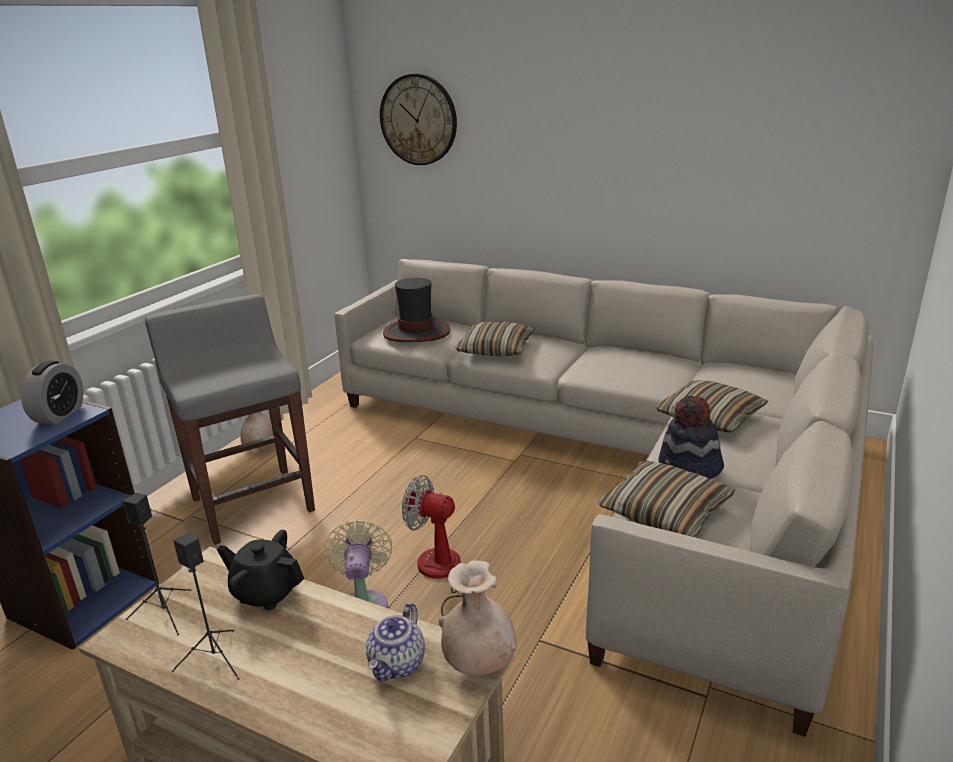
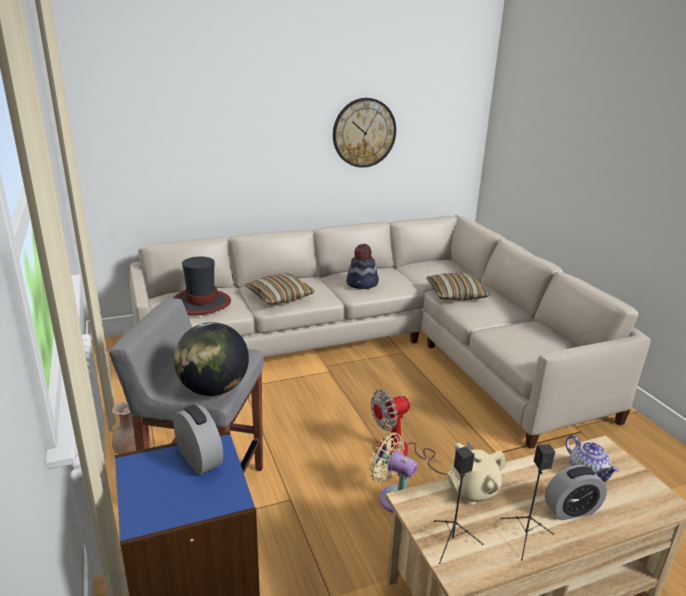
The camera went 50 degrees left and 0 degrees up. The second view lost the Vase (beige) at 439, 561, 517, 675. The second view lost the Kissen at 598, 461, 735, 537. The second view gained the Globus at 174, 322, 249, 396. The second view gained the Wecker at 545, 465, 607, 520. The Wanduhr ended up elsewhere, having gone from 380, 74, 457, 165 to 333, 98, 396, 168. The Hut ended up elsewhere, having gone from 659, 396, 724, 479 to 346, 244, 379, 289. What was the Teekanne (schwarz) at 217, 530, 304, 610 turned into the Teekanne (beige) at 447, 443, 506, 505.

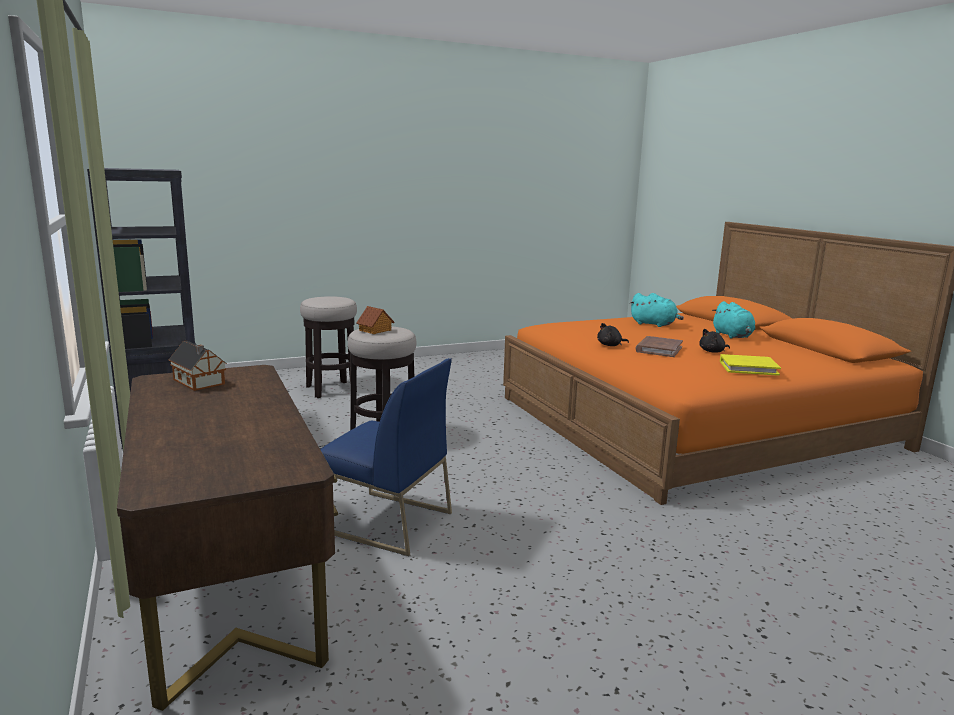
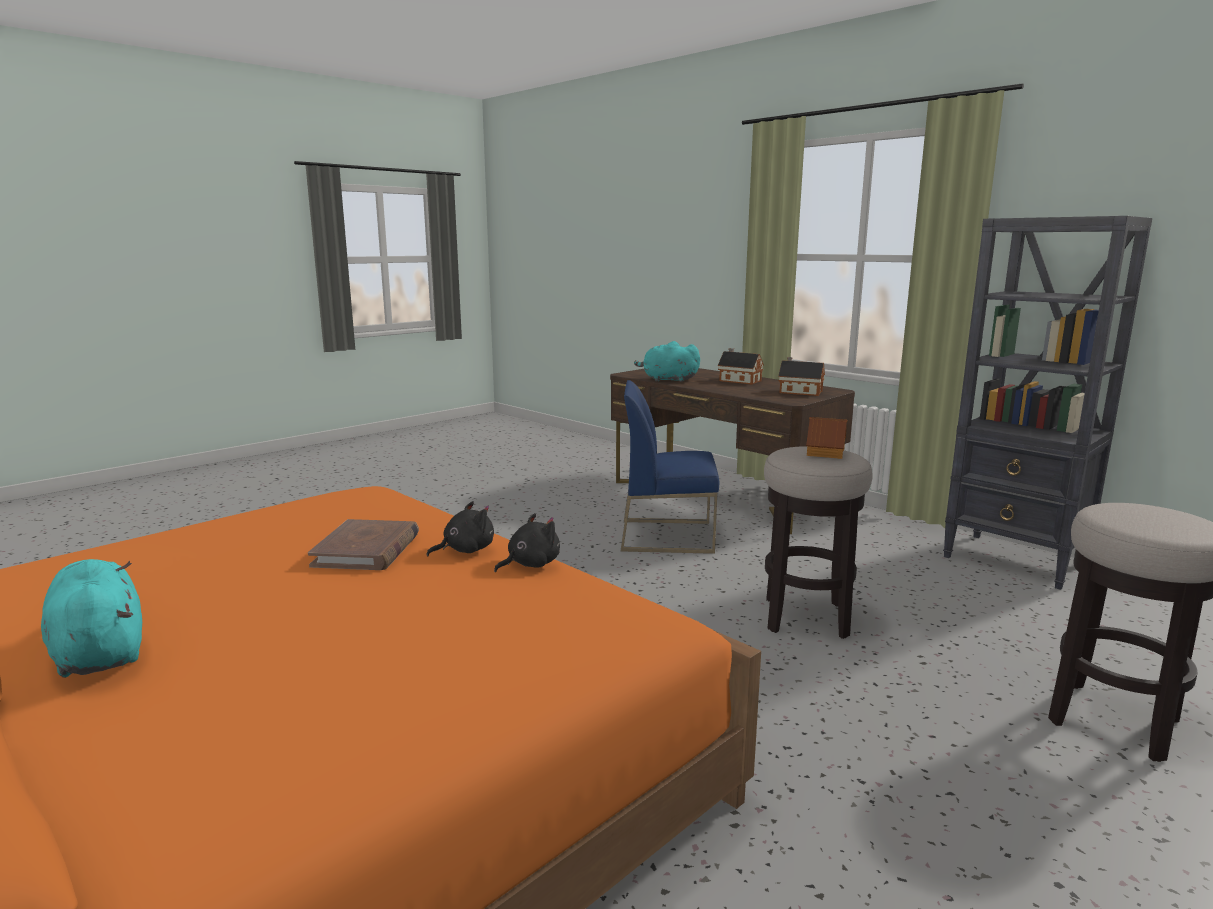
The camera went 160 degrees right and 0 degrees up. The second view lost the Buch (gelb) at 720, 354, 781, 376. The second view gained the Spielzeughaus at 718, 348, 764, 385. The Plüschtier (türkis) ended up elsewhere, having gone from 630, 293, 684, 327 to 634, 341, 700, 382. The Plüschtier (schwarz) ended up elsewhere, having gone from 699, 329, 730, 353 to 494, 513, 560, 572.

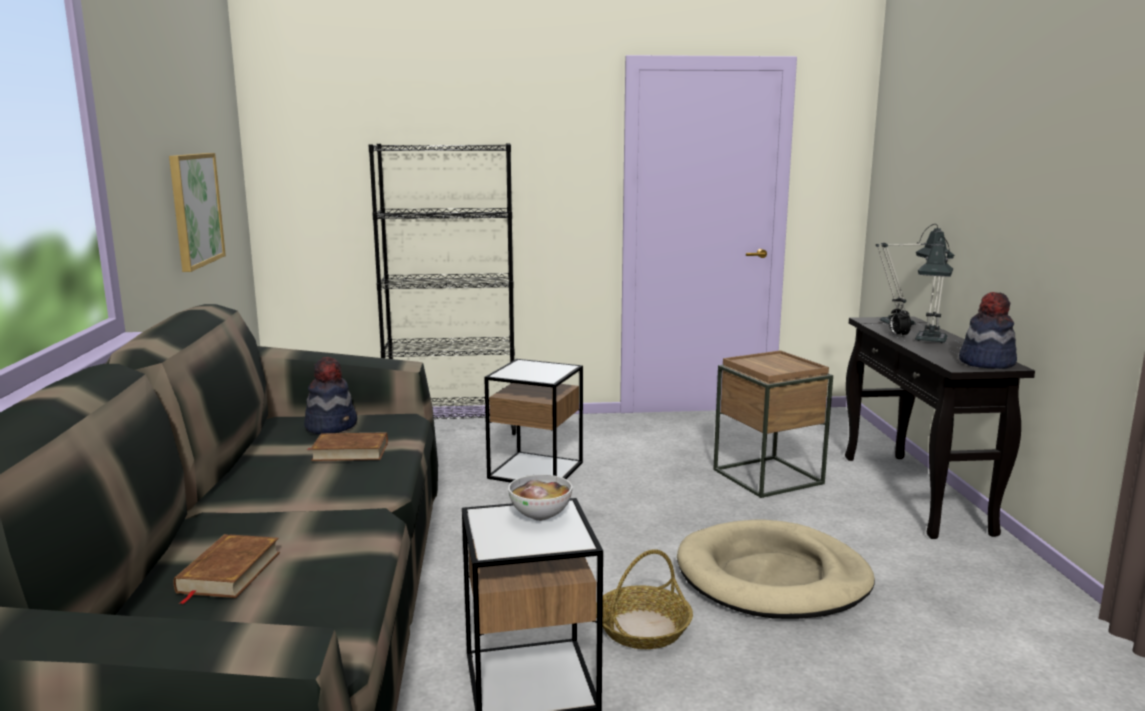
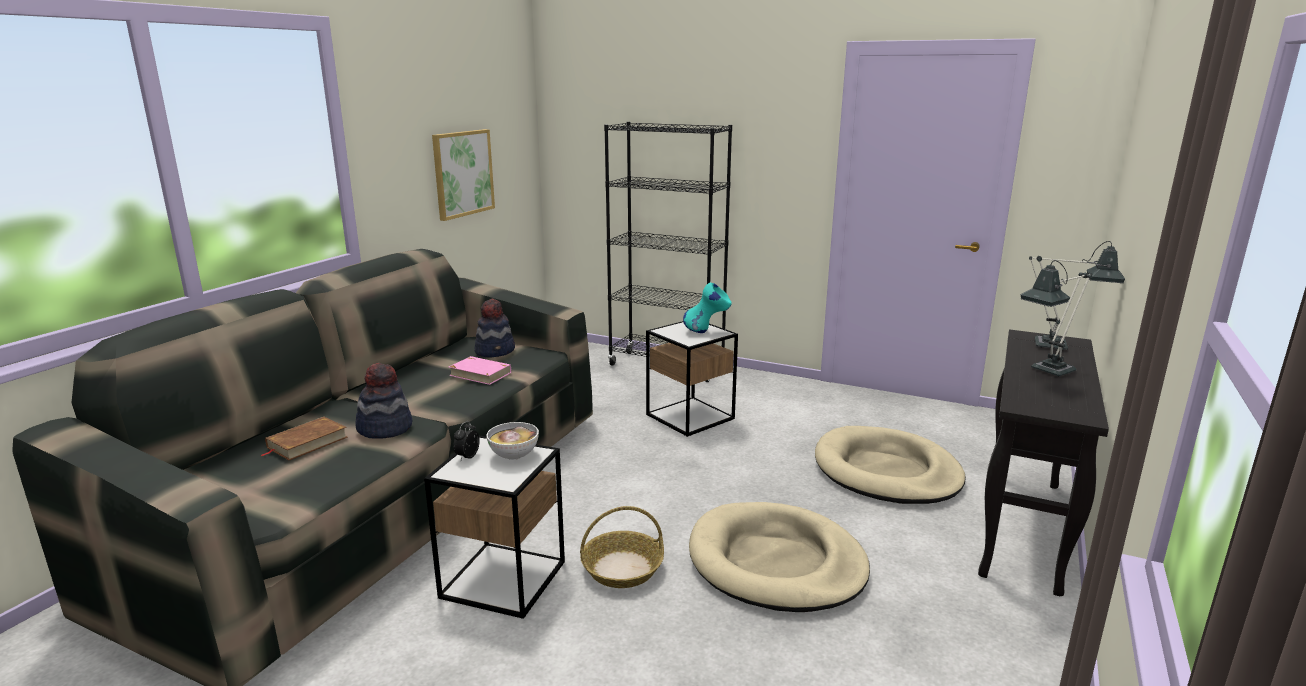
The camera went 30 degrees right and 5 degrees up. The second view gained the Vase (türkis) at 683, 283, 732, 333. The Wecker ended up elsewhere, having gone from 889, 305, 911, 337 to 454, 421, 480, 460. The Hut ended up elsewhere, having gone from 959, 292, 1017, 369 to 355, 363, 412, 439. Where the Beistelltisch (braun) stood at 713, 350, 833, 498, the Hundebett (beige) came to stand at 815, 426, 966, 504. What was the Buch (braun) at 307, 432, 388, 461 turned into the Buch (rosa) at 449, 356, 511, 385.

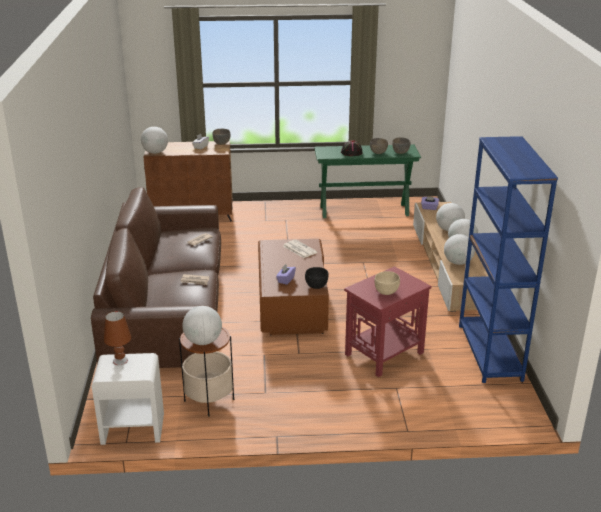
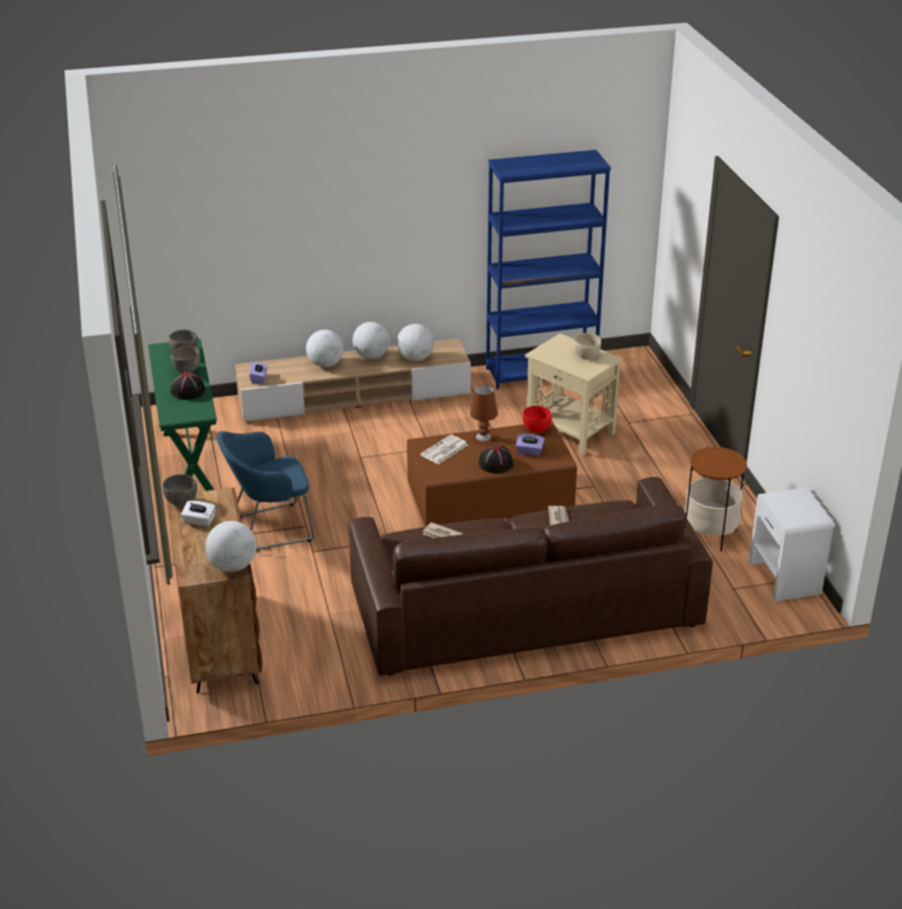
The camera went 100 degrees left and 5 degrees up. The second view lost the Globus at 182, 306, 222, 345. The second view gained the Sessel (blau) at 216, 431, 314, 551. The second view gained the Hut (schwarz) at 478, 444, 514, 474. The Tischlampe (braun) ended up elsewhere, having gone from 104, 311, 131, 365 to 470, 385, 498, 441. What was the Schüssel (schwarz) at 305, 267, 329, 289 turned into the Schüssel (rot) at 523, 406, 552, 433. What was the Beistelltisch (rot) at 344, 266, 431, 377 turned into the Beistelltisch (beige) at 525, 334, 623, 456.

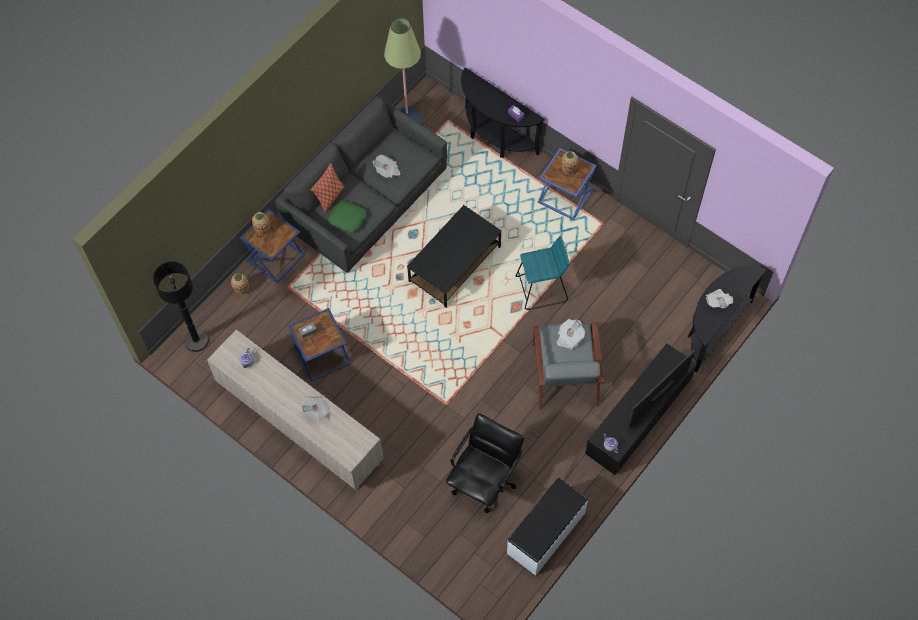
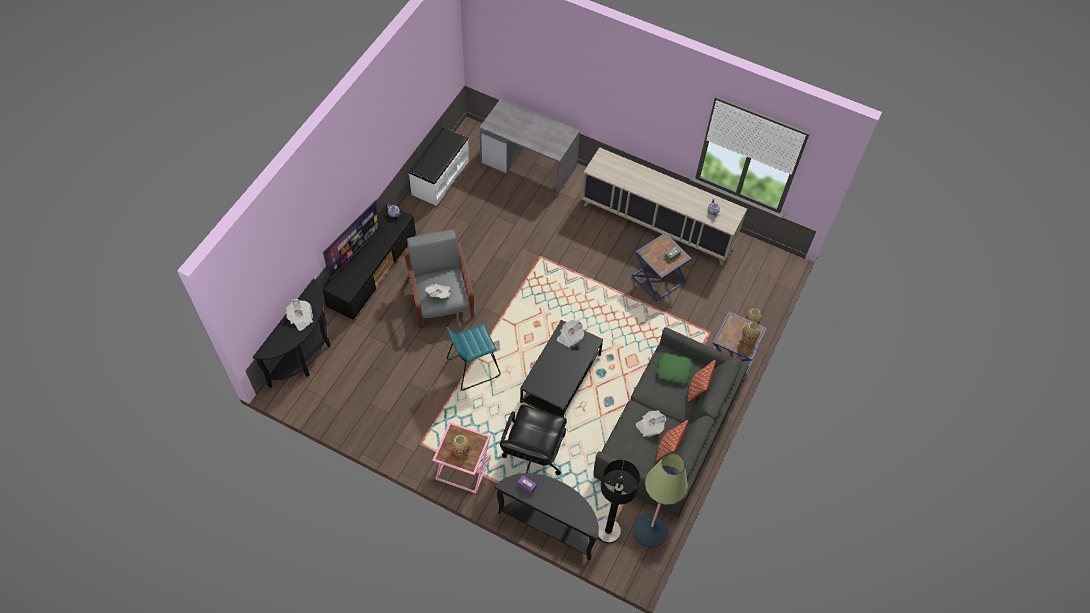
The camera went 165 degrees right and 5 degrees down. The second view gained the Schreibtisch (grau) at 479, 98, 580, 196. The second view gained the Kissen at 656, 420, 688, 461. The Stehlampe (schwarz) ended up elsewhere, having gone from 153, 261, 209, 352 to 598, 460, 640, 544. The Zeitung ended up elsewhere, having gone from 301, 396, 333, 420 to 557, 320, 584, 348. The Bürostuhl (schwarz) ended up elsewhere, having gone from 446, 413, 524, 513 to 500, 405, 567, 475. What was the Beistelltisch (blau) at 538, 148, 596, 220 turned into the Beistelltisch (rosa) at 432, 422, 491, 494.

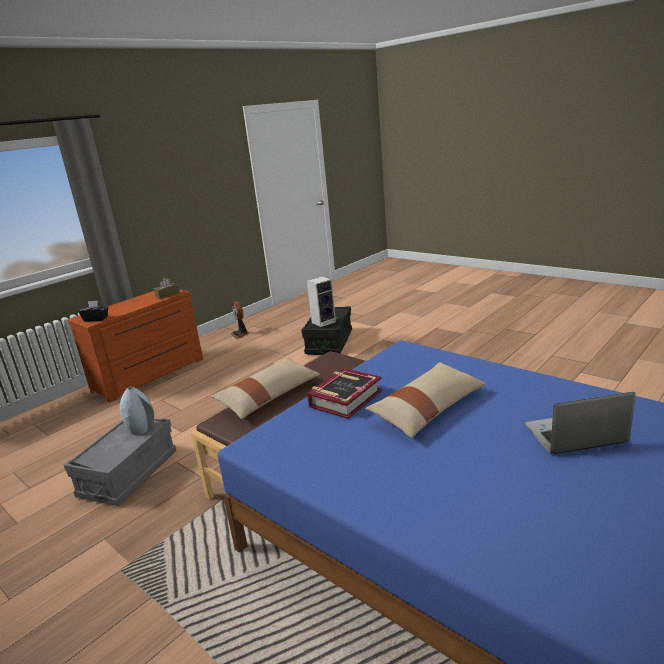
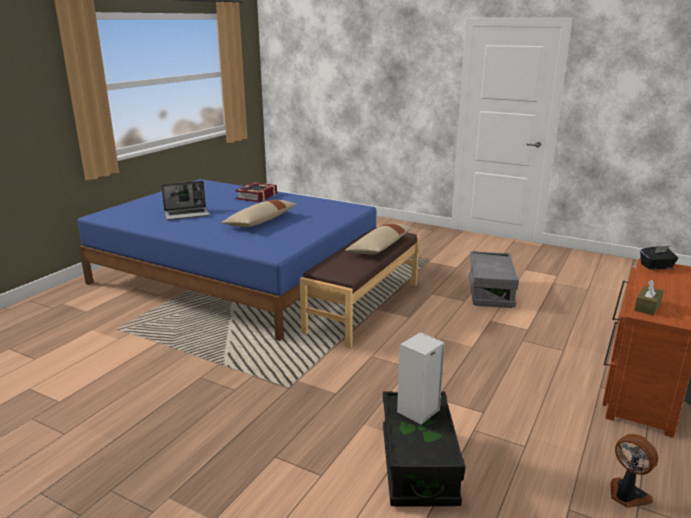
The camera went 165 degrees right and 0 degrees up. The second view lost the Vase (grau) at 120, 387, 154, 435. The Buch ended up elsewhere, having gone from 307, 368, 382, 419 to 235, 182, 277, 202.

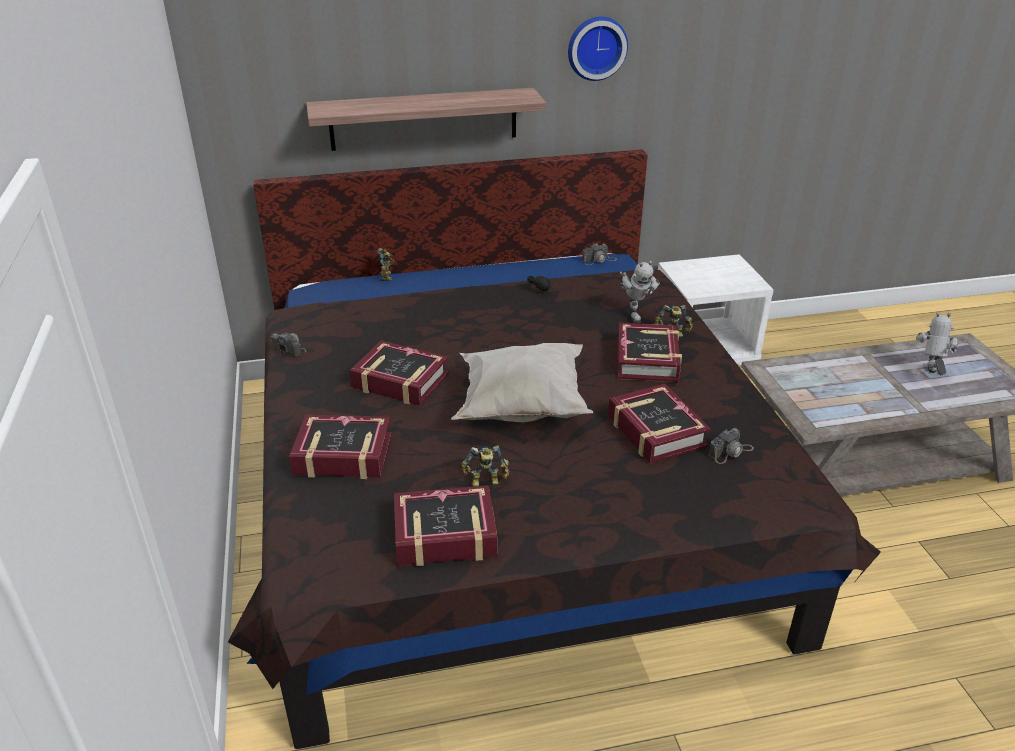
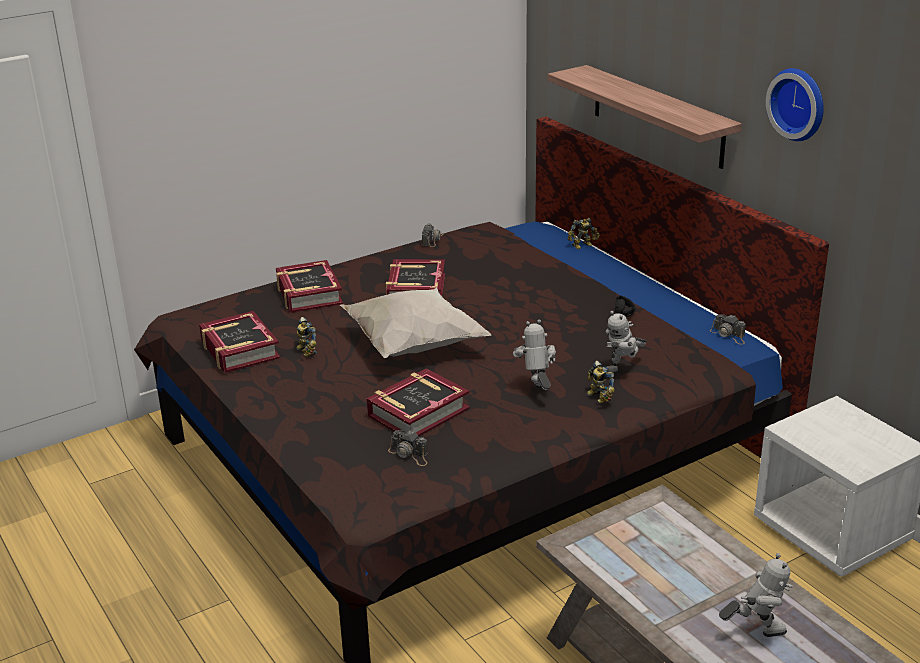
The camera went 70 degrees right and 5 degrees down. Where the Buch stood at 618, 323, 682, 382, the Spielzeugroboter came to stand at 513, 319, 556, 390.

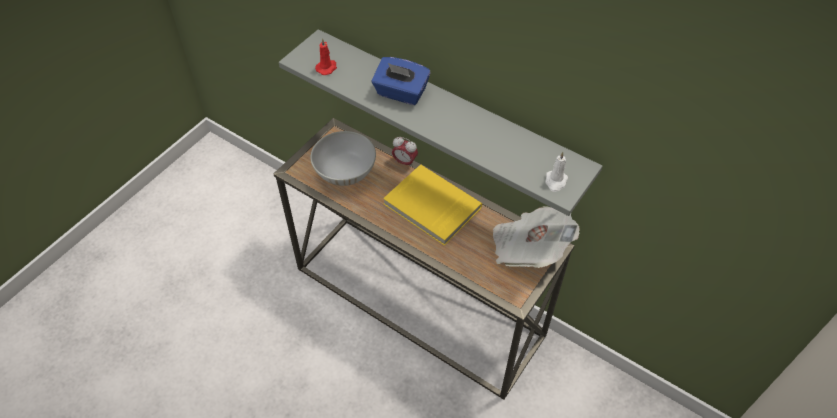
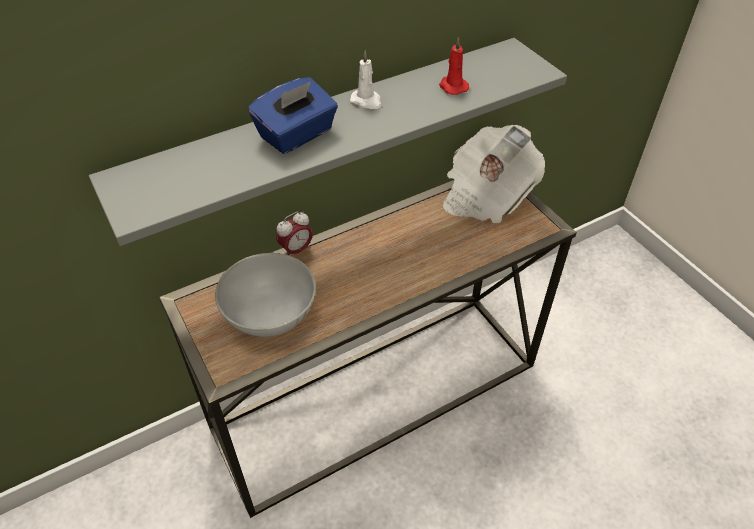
The camera went 65 degrees left and 5 degrees down. The second view lost the Buch (gelb) at 383, 165, 482, 246. The Kerze (rot) ended up elsewhere, having gone from 315, 38, 337, 75 to 439, 37, 469, 95. The Kerze (weiß) ended up elsewhere, having gone from 545, 152, 568, 192 to 350, 51, 381, 109.

